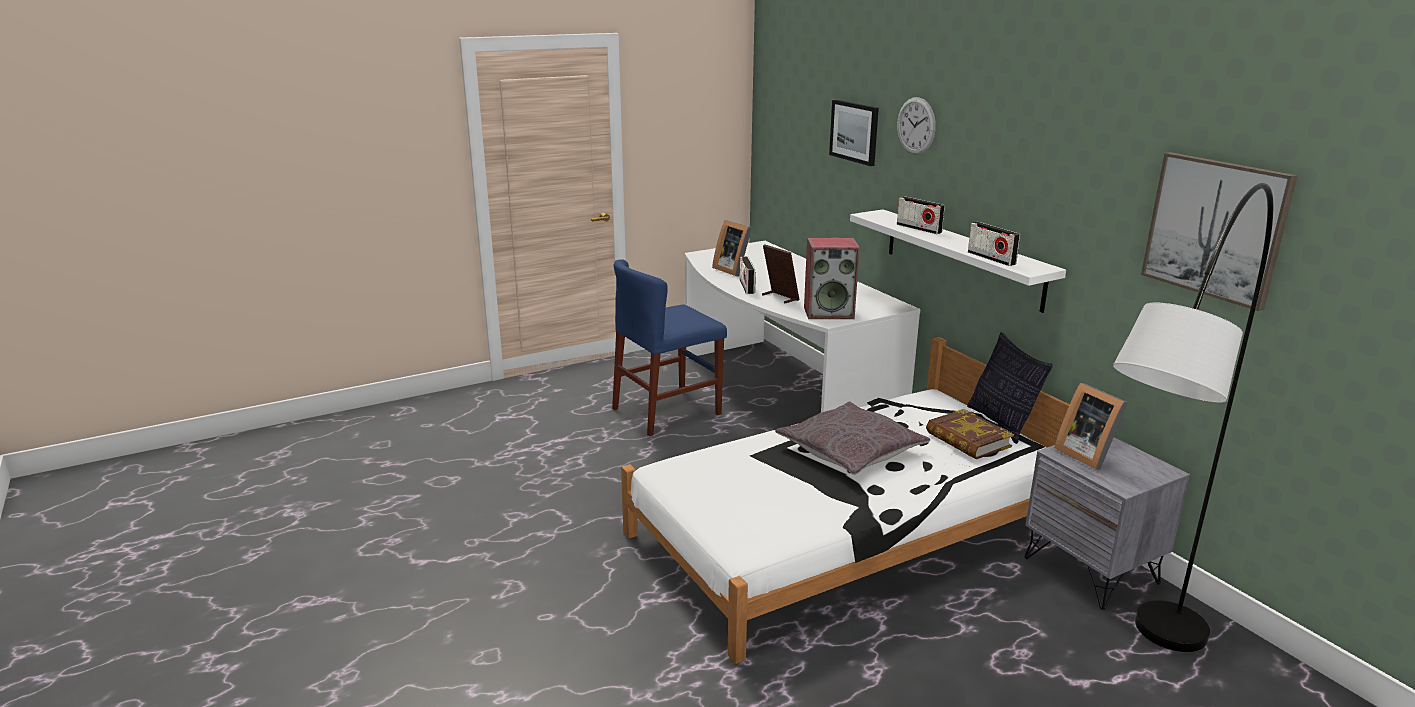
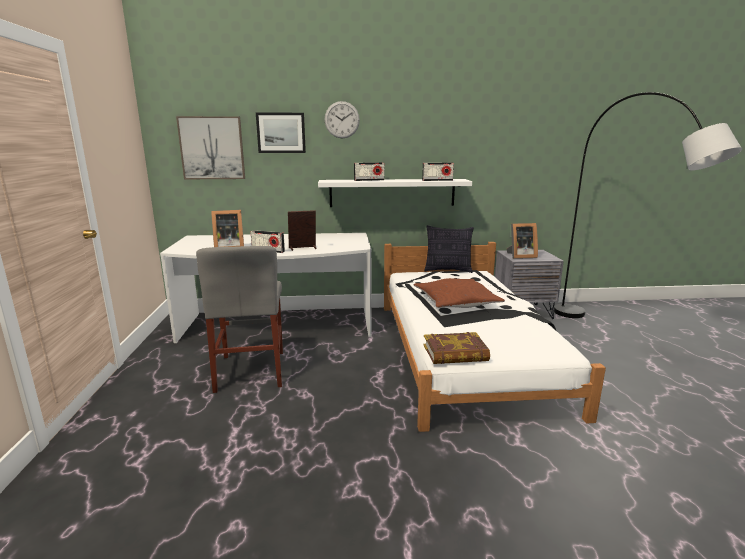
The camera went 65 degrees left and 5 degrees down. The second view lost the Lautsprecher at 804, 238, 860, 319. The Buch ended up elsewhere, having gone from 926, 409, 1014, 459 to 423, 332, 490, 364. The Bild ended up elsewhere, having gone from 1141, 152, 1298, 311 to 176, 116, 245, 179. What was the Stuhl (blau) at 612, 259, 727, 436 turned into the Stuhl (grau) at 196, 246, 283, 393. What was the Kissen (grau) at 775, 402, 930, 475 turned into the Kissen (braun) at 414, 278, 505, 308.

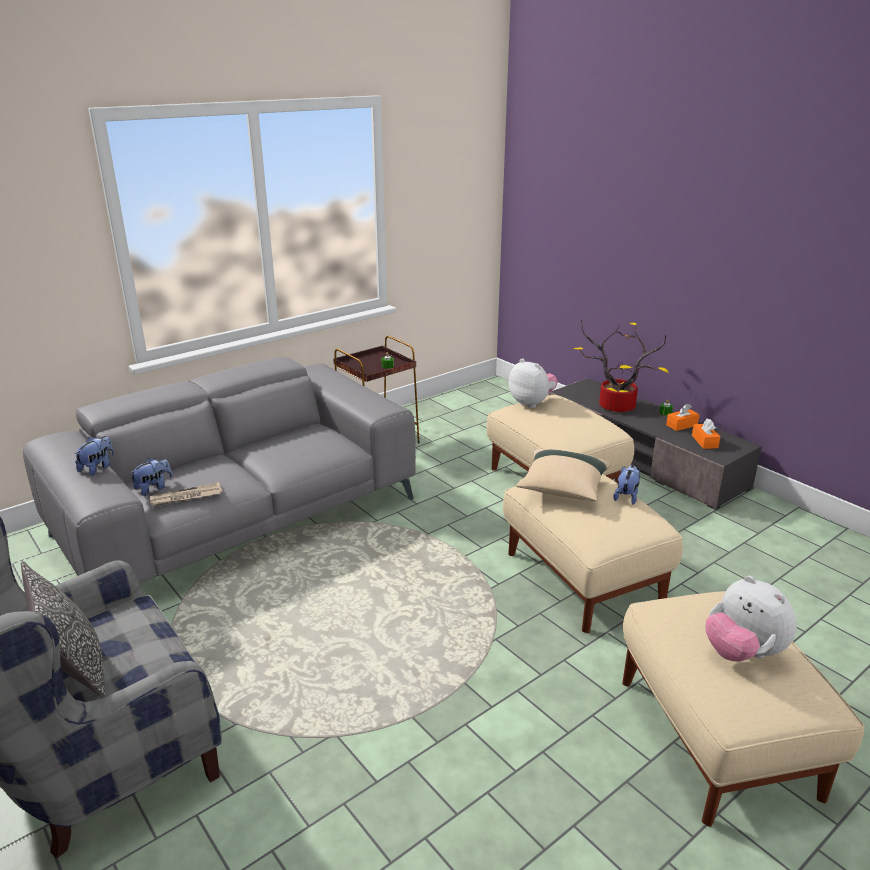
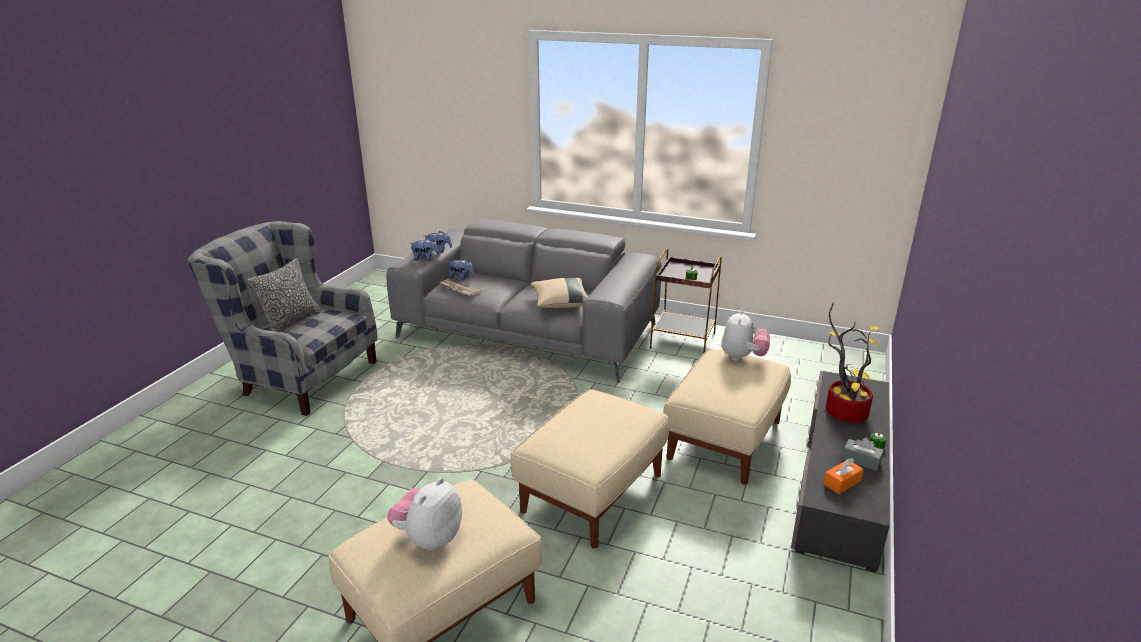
The camera went 60 degrees right and 0 degrees up. The Kissen (beige) ended up elsewhere, having gone from 516, 449, 611, 501 to 530, 277, 588, 308. The Plüschtier ended up elsewhere, having gone from 613, 465, 640, 505 to 409, 238, 439, 261. What was the Taschentuchbox (orange) at 666, 404, 700, 431 turned into the Taschentuchbox (grau) at 842, 437, 884, 471.

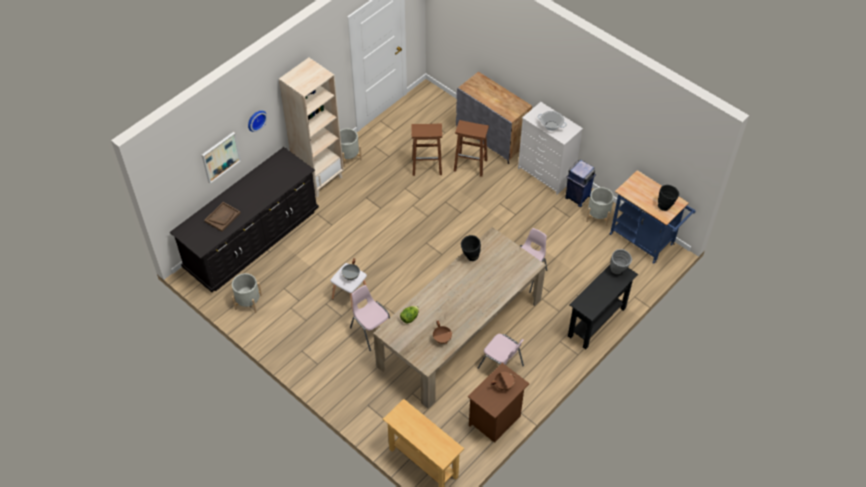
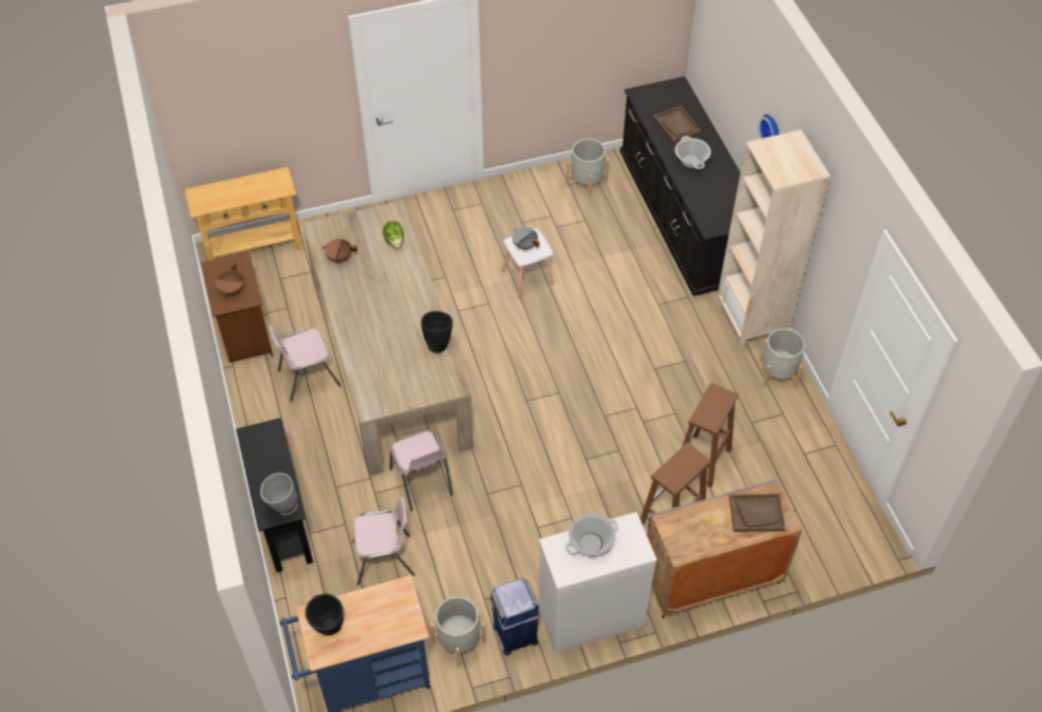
The camera went 120 degrees right and 0 degrees up. The second view lost the Bild at 202, 132, 241, 183. The second view gained the Kochtopf at 675, 136, 711, 169. The second view gained the Tablett (braun) at 729, 494, 786, 532. The Stuhl (rosa) ended up elsewhere, having gone from 350, 285, 390, 351 to 353, 497, 415, 586.

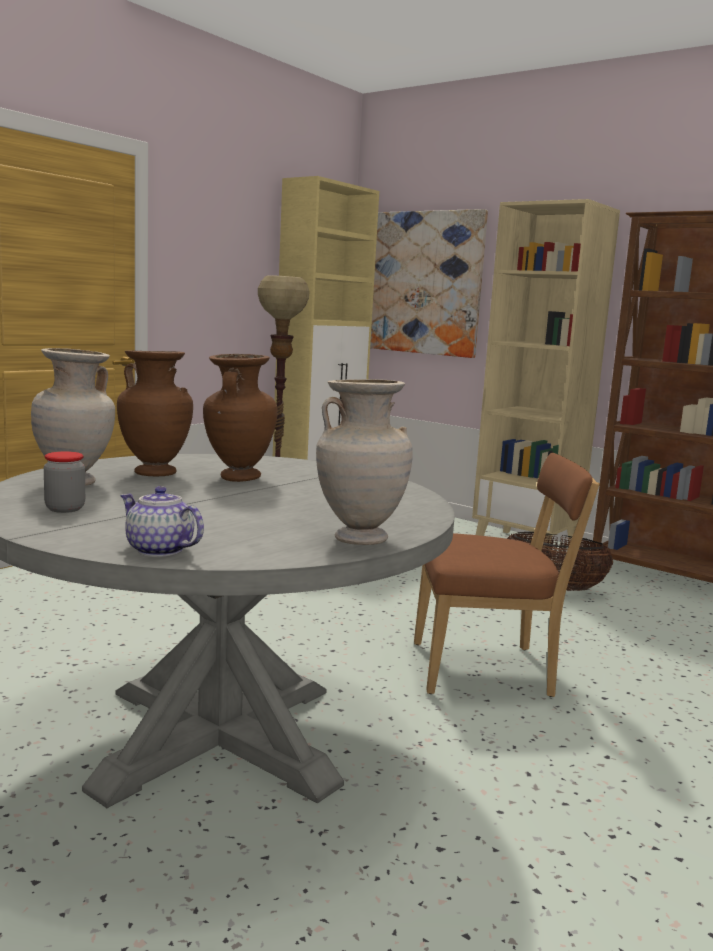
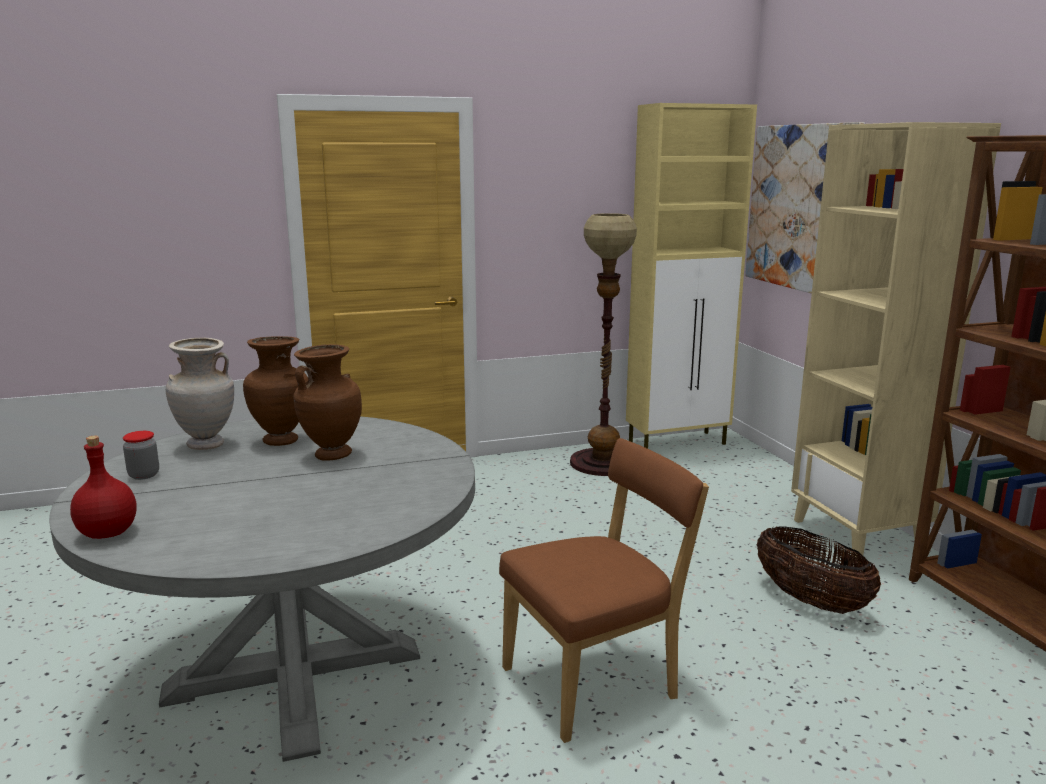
The camera went 35 degrees right and 5 degrees up. The second view lost the Vase (beige) at 316, 379, 413, 545. Where the Teekanne stood at 120, 486, 204, 557, the Flasche (rot) came to stand at 70, 436, 137, 539. The Stuhl (braun) at 414, 453, 600, 697 ended up facing another way, 60 degrees counterclockwise from before.

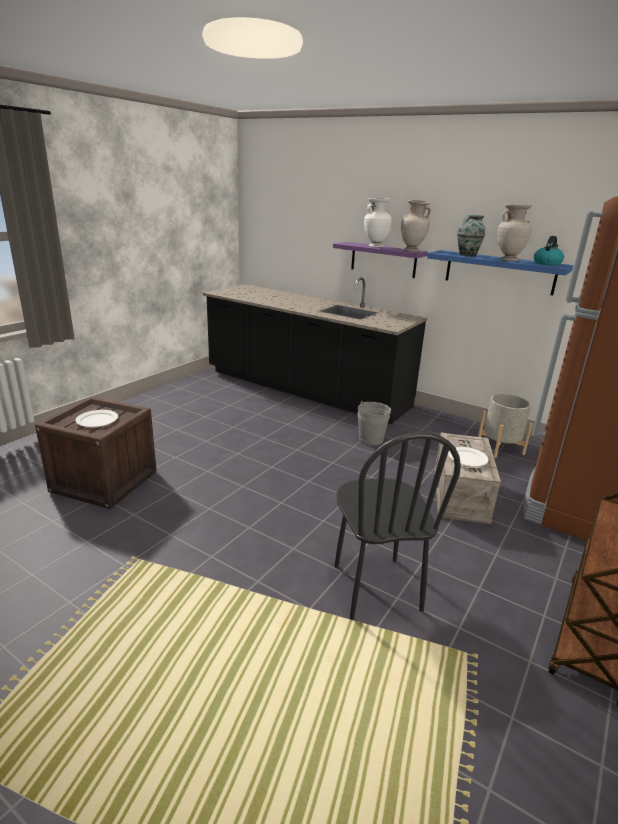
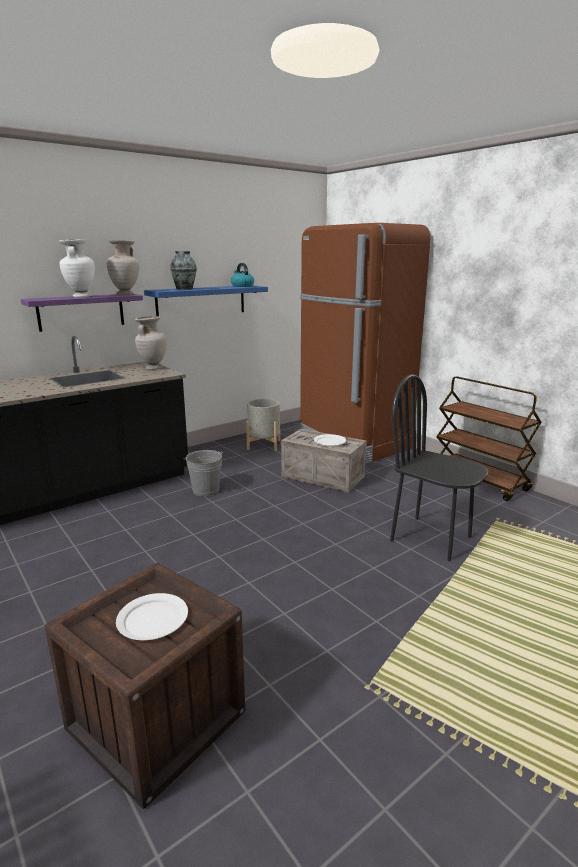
The camera went 70 degrees left and 5 degrees down. The Vase (beige) ended up elsewhere, having gone from 497, 205, 532, 261 to 135, 316, 167, 370. The Stuhl (schwarz) at 335, 432, 461, 620 ended up facing another way, 150 degrees counterclockwise from before.

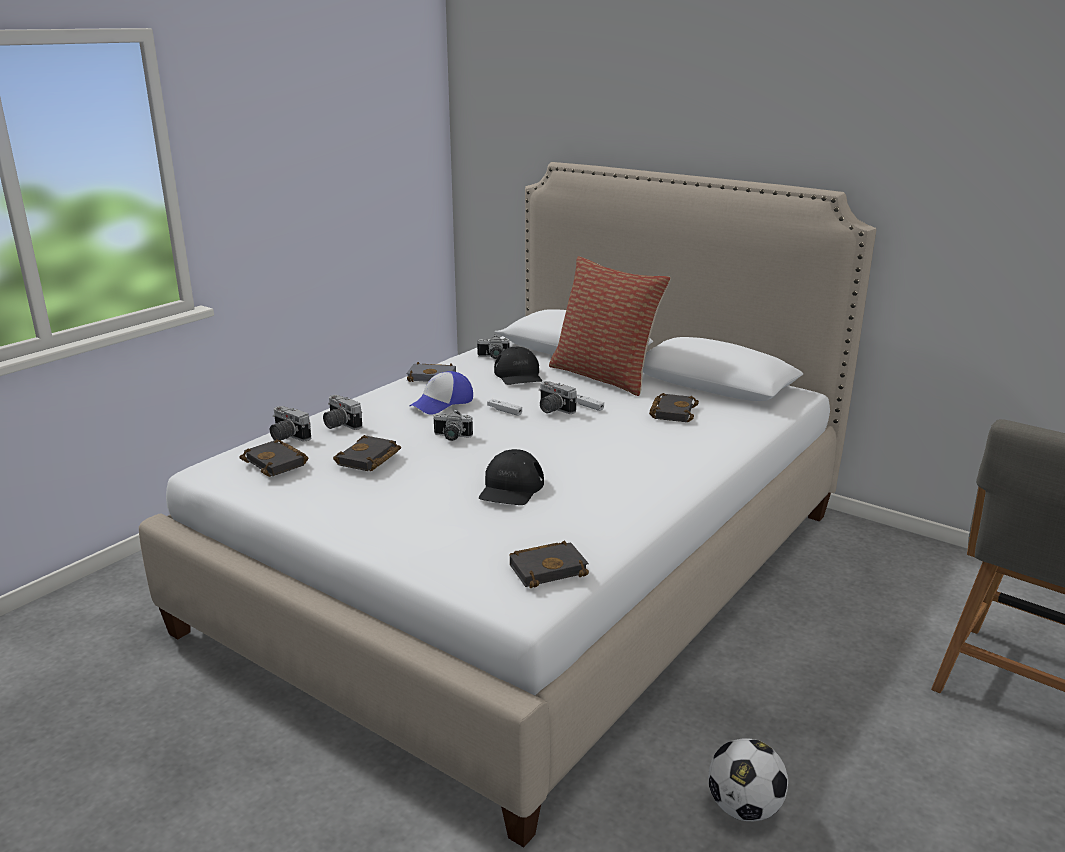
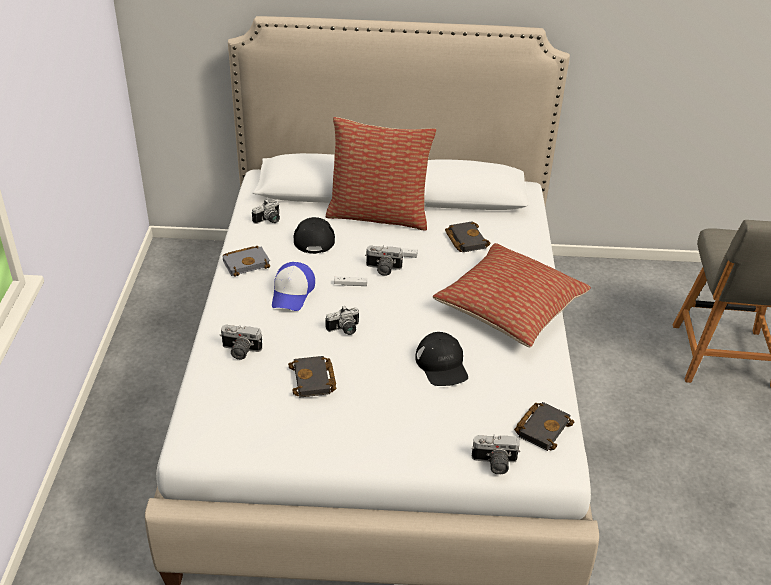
The camera went 35 degrees left and 15 degrees up. The second view lost the Buch (schwarz) at 239, 439, 309, 477. The second view lost the Fußball at 708, 738, 788, 821. The second view gained the Kissen at 433, 243, 591, 347. The Kamera ended up elsewhere, having gone from 270, 406, 311, 442 to 472, 435, 520, 475. The Kappe (schwarz) at 494, 347, 542, 385 ended up facing another way, 135 degrees counterclockwise from before.

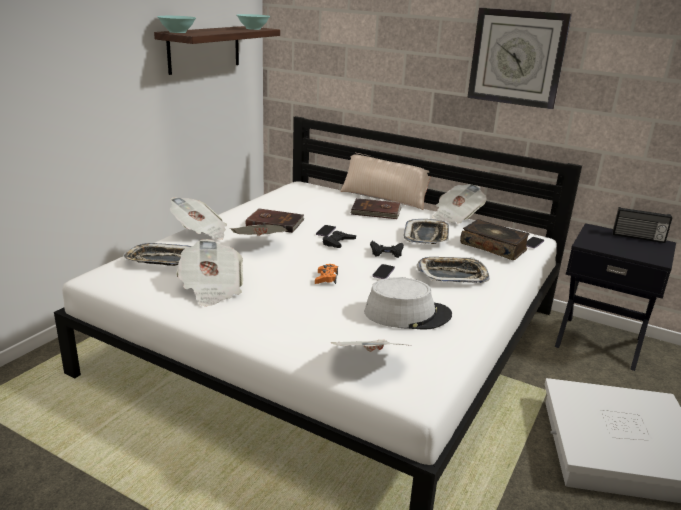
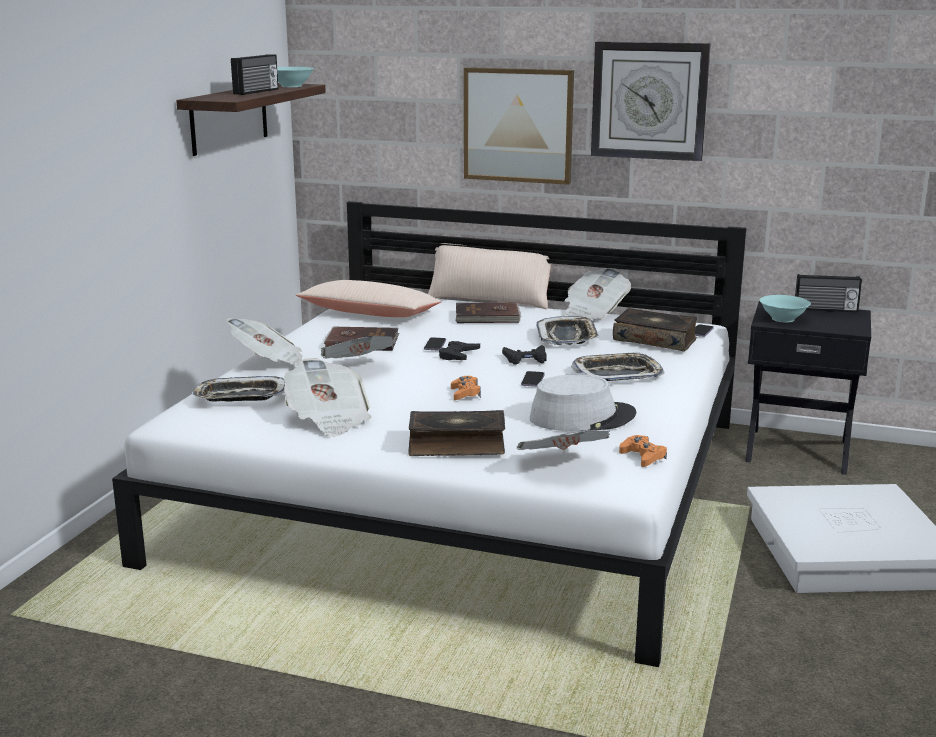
The camera went 10 degrees left and 5 degrees down. The second view gained the Radio at 231, 54, 278, 95. The second view gained the Kissen (beige) at 296, 280, 442, 317. The second view gained the Buch at 408, 410, 505, 456. The second view gained the Bild at 464, 67, 574, 185. The second view gained the Gamepad (orange) at 619, 435, 667, 467. The Schüssel (türkis) ended up elsewhere, having gone from 157, 16, 196, 33 to 759, 295, 811, 322.

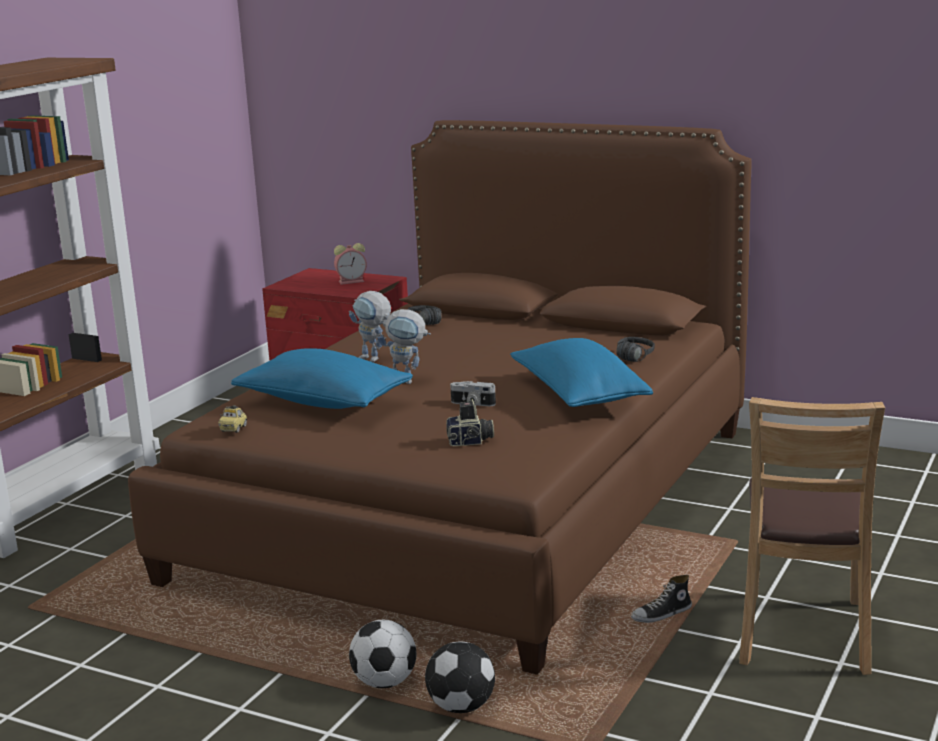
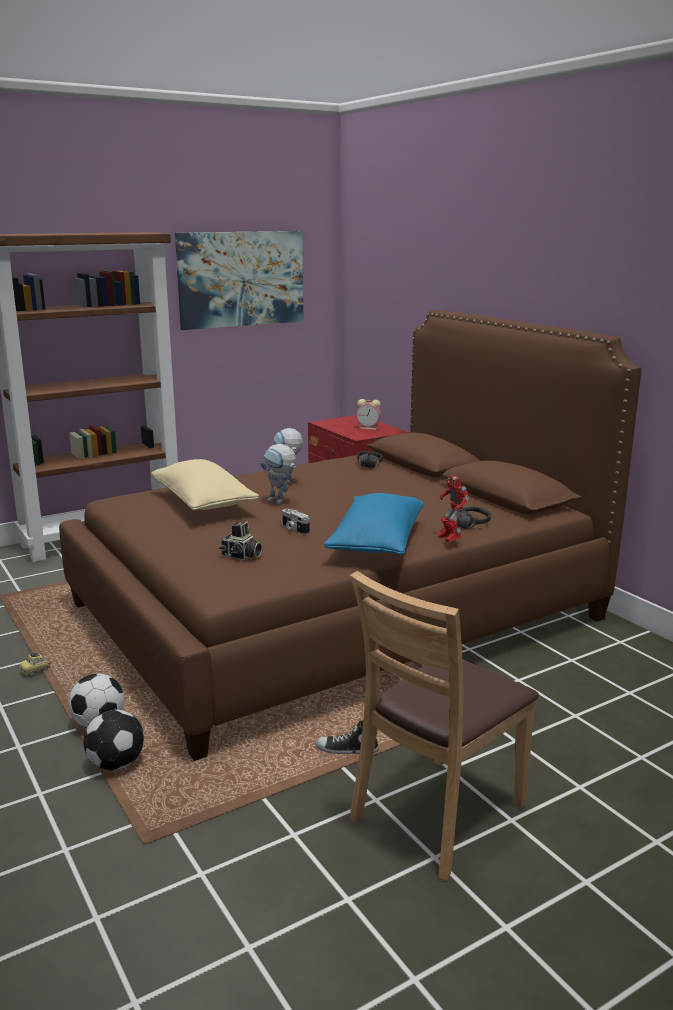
The camera went 30 degrees right and 0 degrees up. The second view gained the Bild at 175, 231, 303, 330. The second view gained the Spielzeugroboter at 438, 474, 470, 542. The Spielzeugauto ended up elsewhere, having gone from 218, 405, 247, 433 to 19, 653, 50, 676. What was the Kissen (blau) at 231, 348, 413, 409 turned into the Kissen (beige) at 151, 459, 259, 510.

